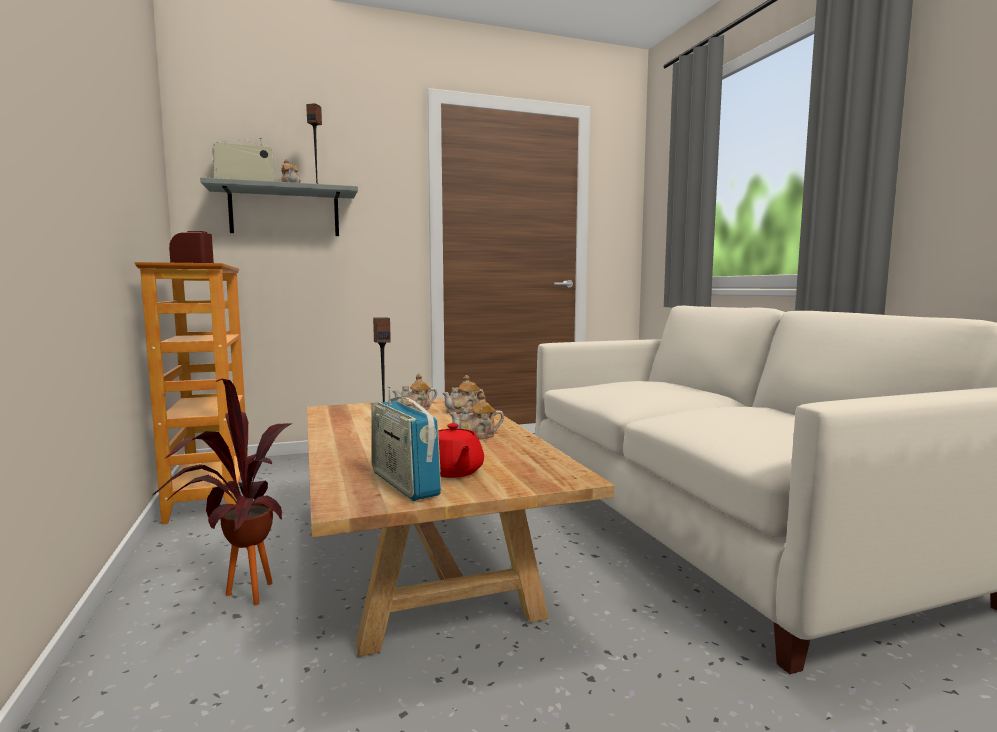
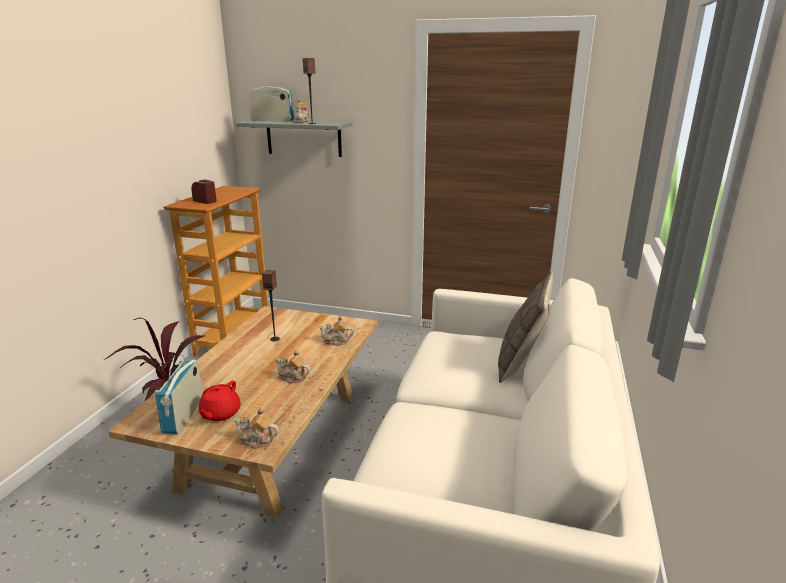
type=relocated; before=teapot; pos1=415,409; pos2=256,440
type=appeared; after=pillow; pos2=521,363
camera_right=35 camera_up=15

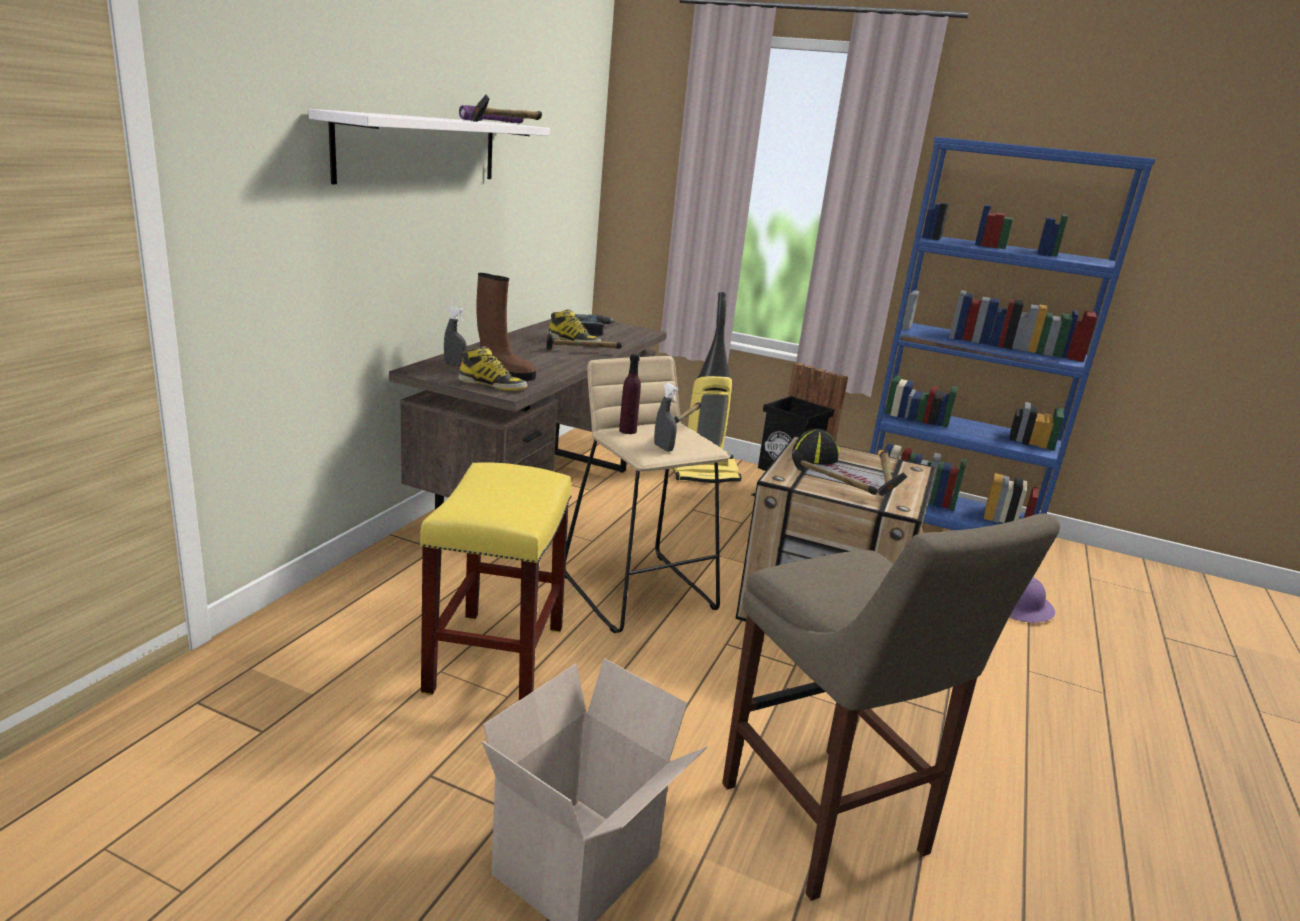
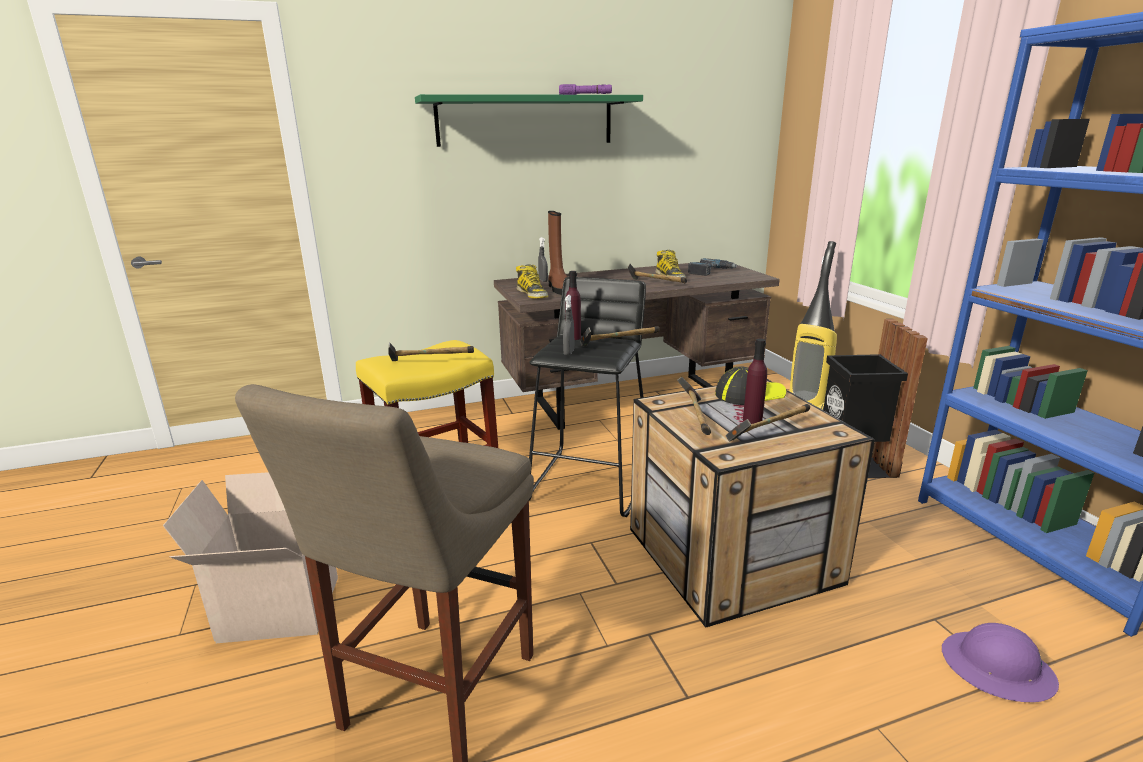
type=relocated; before=hammer; pos1=506,124; pos2=429,361
type=colour; before=white shelf; after=green shelf; pos1=420,149; pos2=526,121
type=colour; before=beige stool; after=black stool; pos1=639,590; pos2=591,482
type=appeared; after=purple bottle; pos2=752,420
camera_right=50 camera_up=0

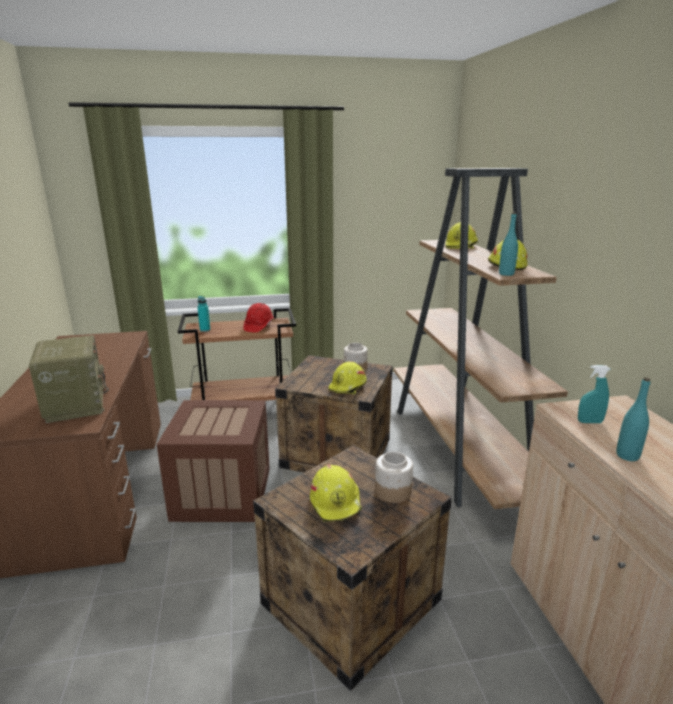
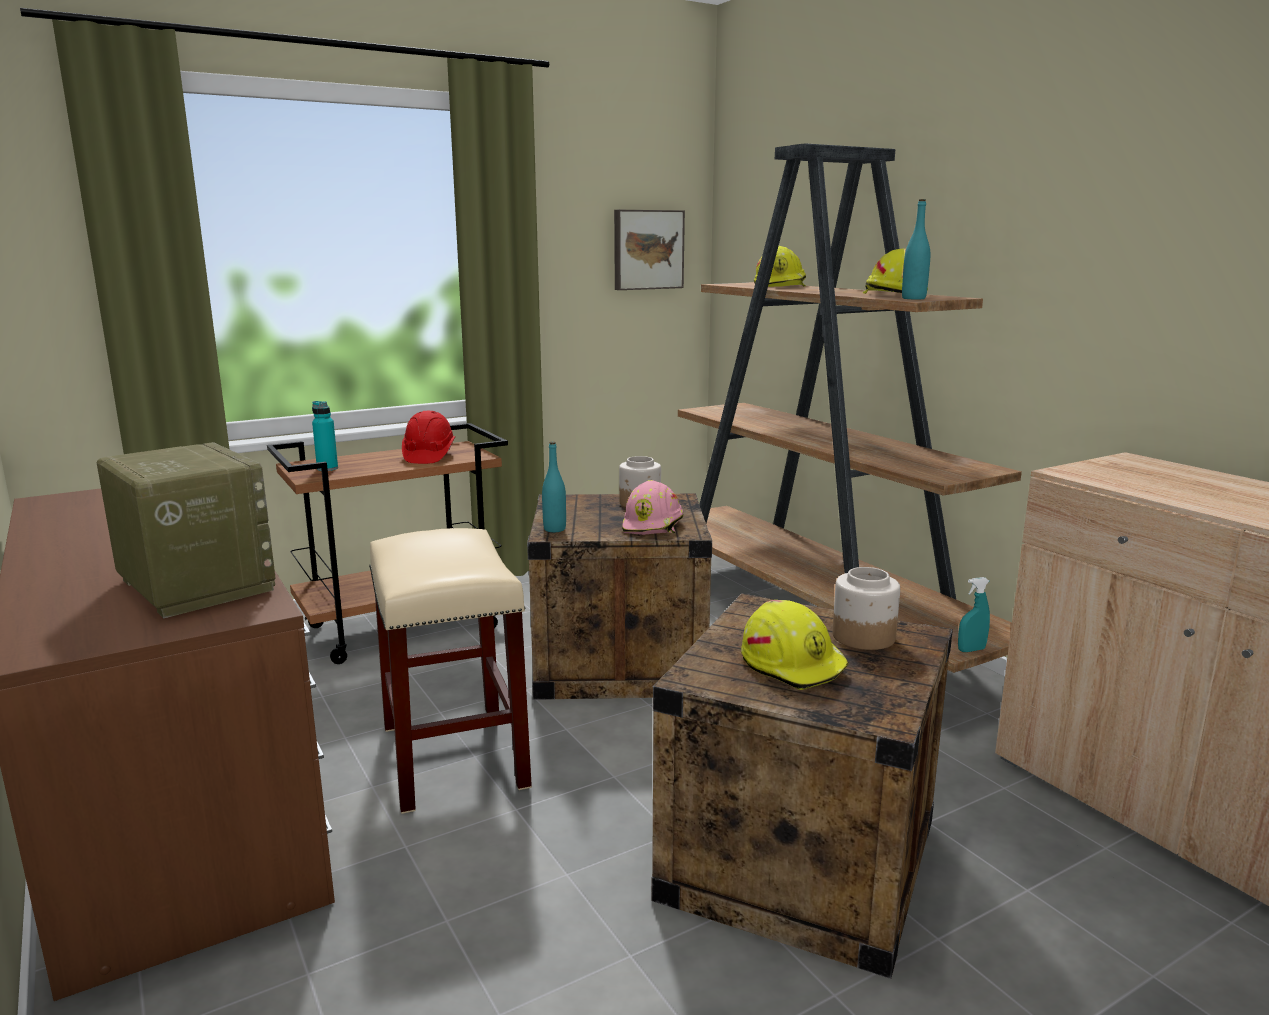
type=exchanged; before=crate; after=beige stool; pos1=222,493; pos2=455,756
type=relocated; before=turquoise bottle; pos1=627,456; pos2=554,529
type=appeared; after=picture; pos2=647,249
type=colour; before=yellow hard hat; after=pink hard hat; pos1=348,387; pos2=653,525
type=relocated; before=turquoise spray bottle; pos1=589,422; pos2=971,650
camera_right=-20 camera_up=-5

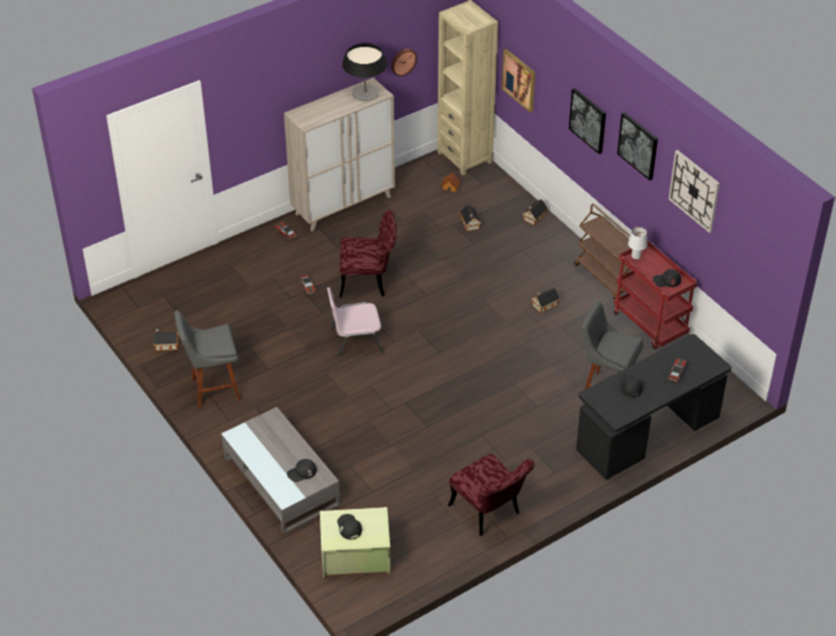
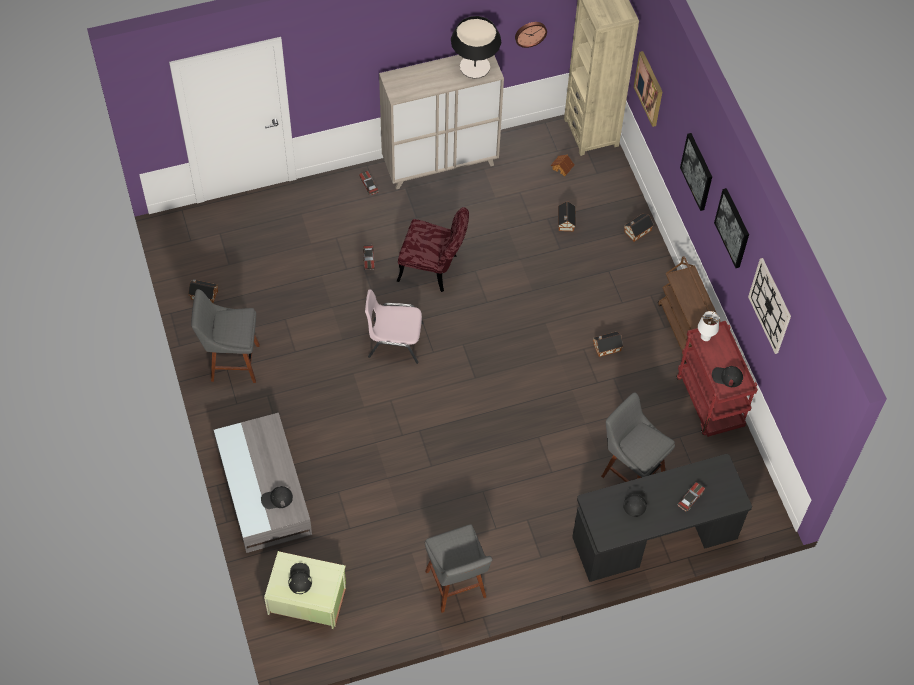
type=exchanged; before=red chair; after=grey stool; pos1=489,513; pos2=456,587
camera_right=15 camera_up=15

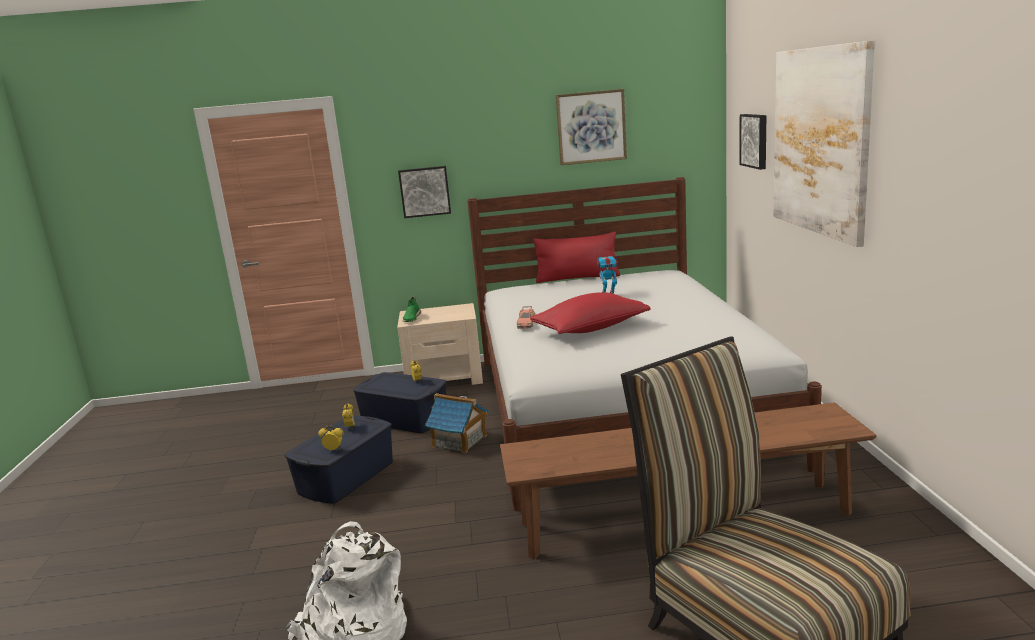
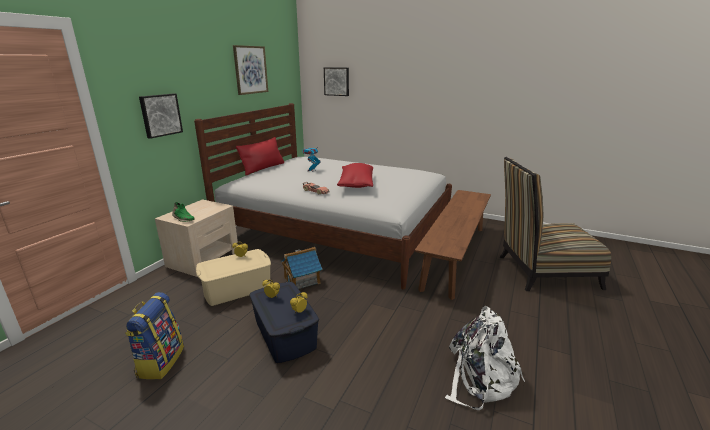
type=appeared; after=backpack; pos2=160,361
type=colour; before=blue storage box; after=beige storage box; pos1=404,419; pos2=237,288
type=missing; before=picture; pos1=820,141
camera_right=-60 camera_up=5

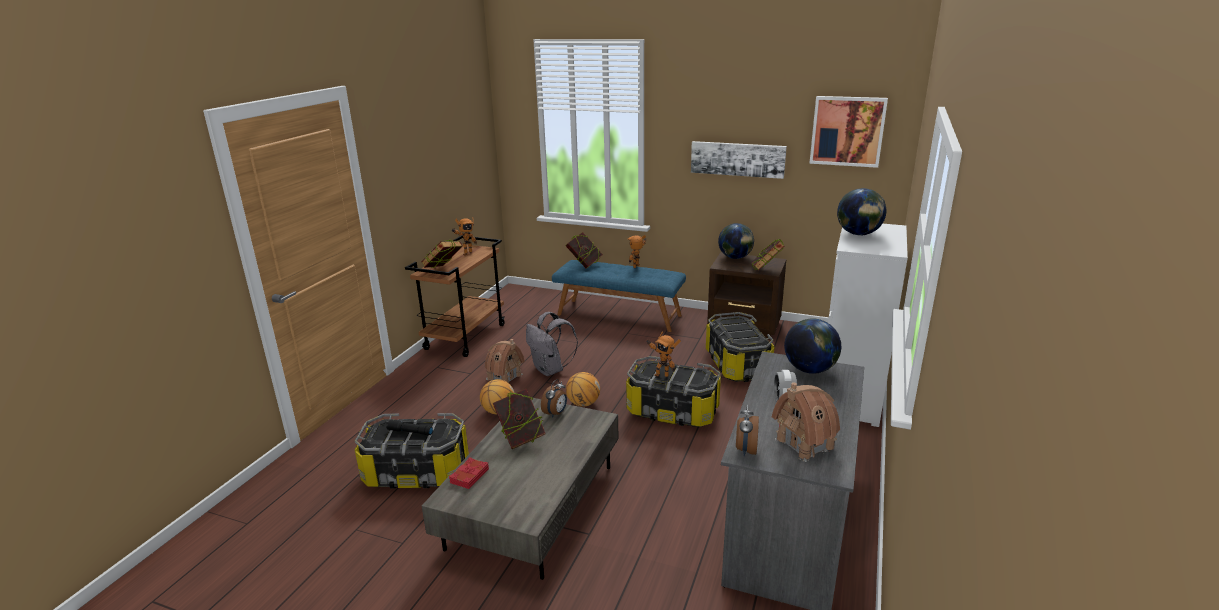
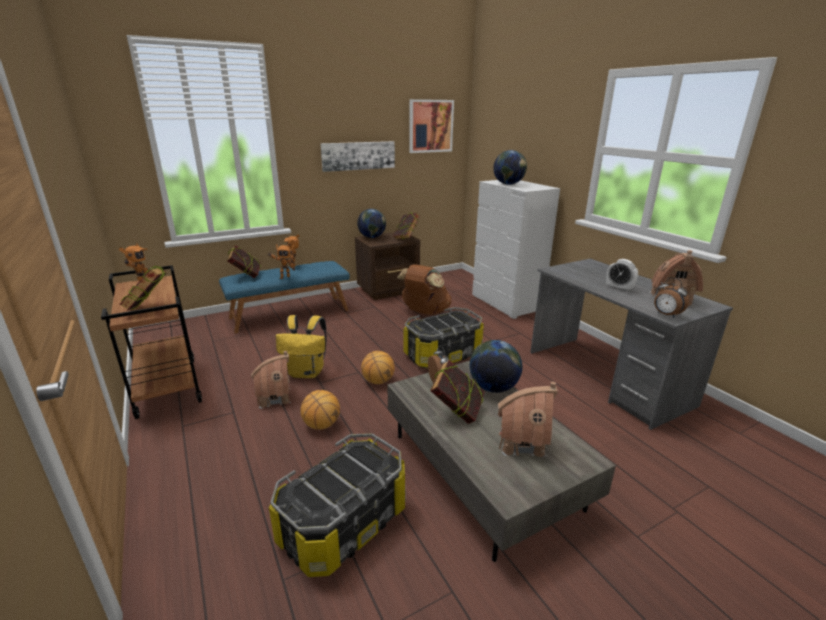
type=relocated; before=toy robot; pos1=661,375; pos2=284,277
type=colour; before=grey backpack; after=yellow backpack; pos1=550,370; pos2=307,372
type=exchanged; before=storage box; after=brown backpack; pos1=736,365; pos2=424,312
type=relocated; before=globe; pos1=809,370; pos2=493,388
type=appeared; after=toy house; pos2=521,442
type=missing; before=black flashlight; pos1=410,432
type=missing; before=red book; pos1=469,476
camera_right=-50 camera_up=0

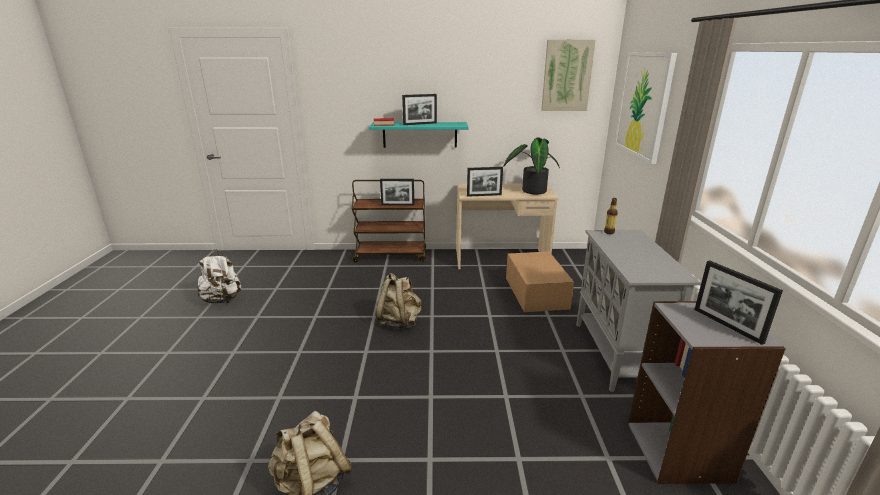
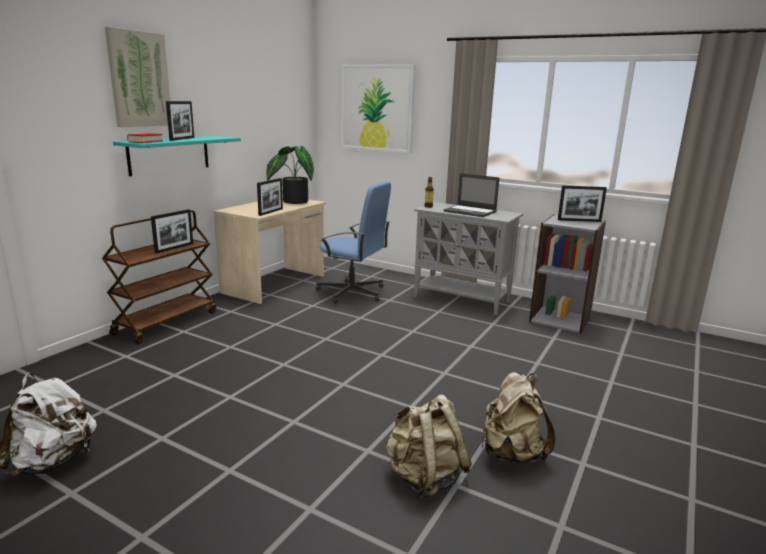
type=relocated; before=picture; pos1=566,76; pos2=139,79
type=exchanged; before=cardboard box; after=blue office chair; pos1=536,293; pos2=352,292
type=relocated; before=beige backpack; pos1=399,322; pos2=424,478
type=appeared; after=laptop; pos2=470,211
camera_right=-60 camera_up=-5

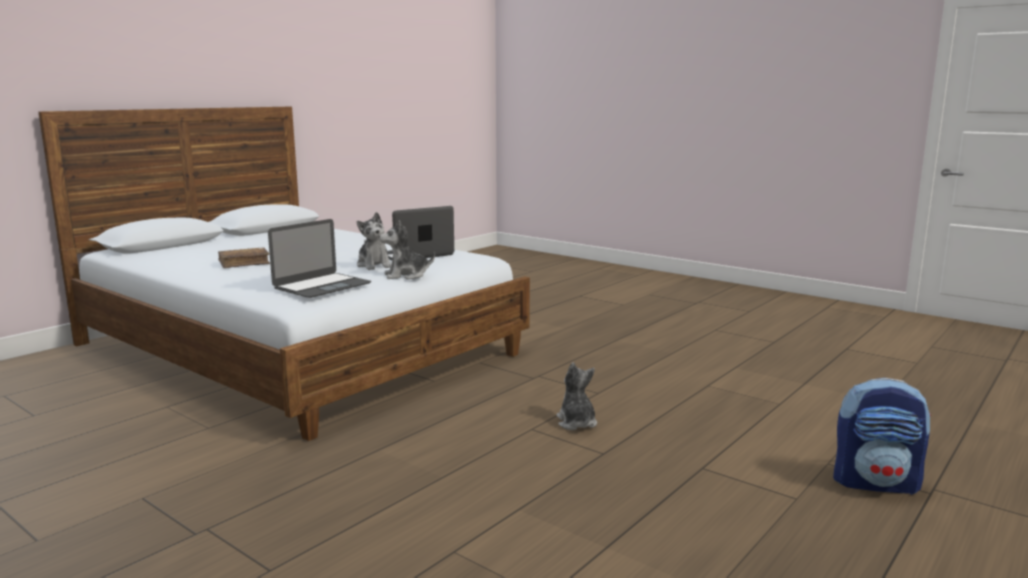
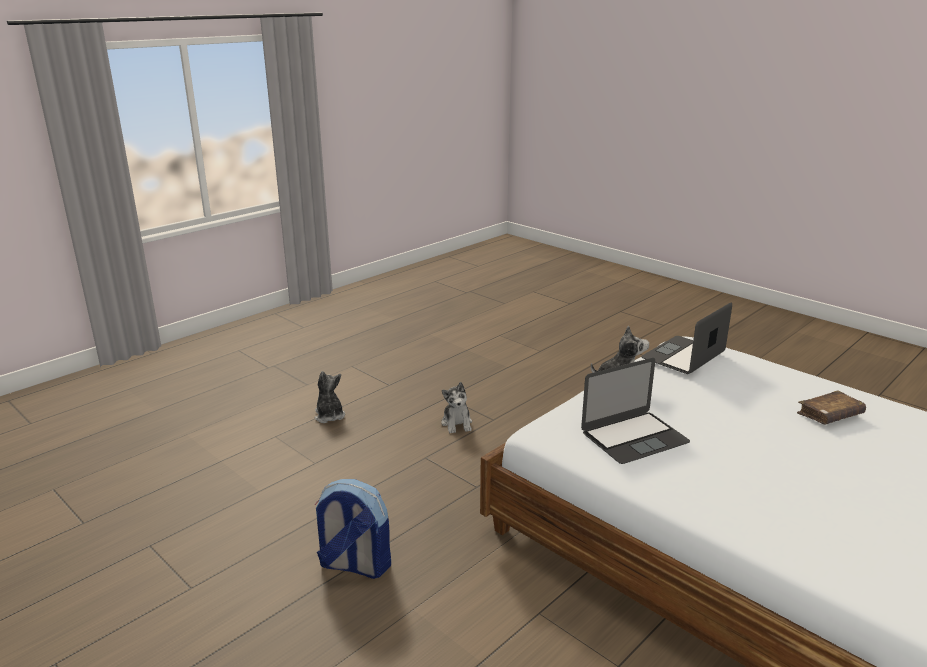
type=relocated; before=plush toy; pos1=374,265; pos2=329,416
type=relocated; before=backpack; pos1=876,483; pos2=354,565
camera_right=-175 camera_up=10

